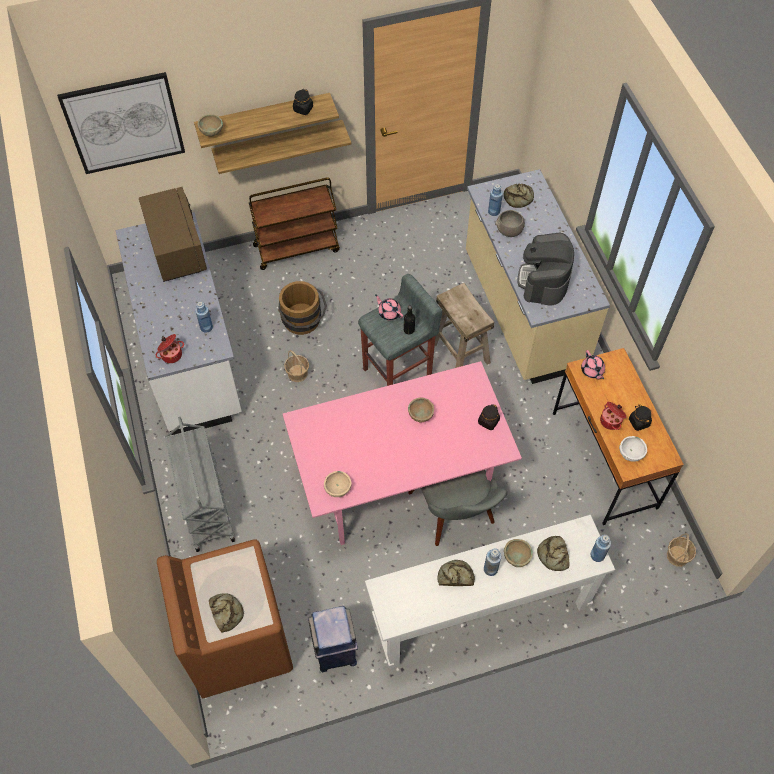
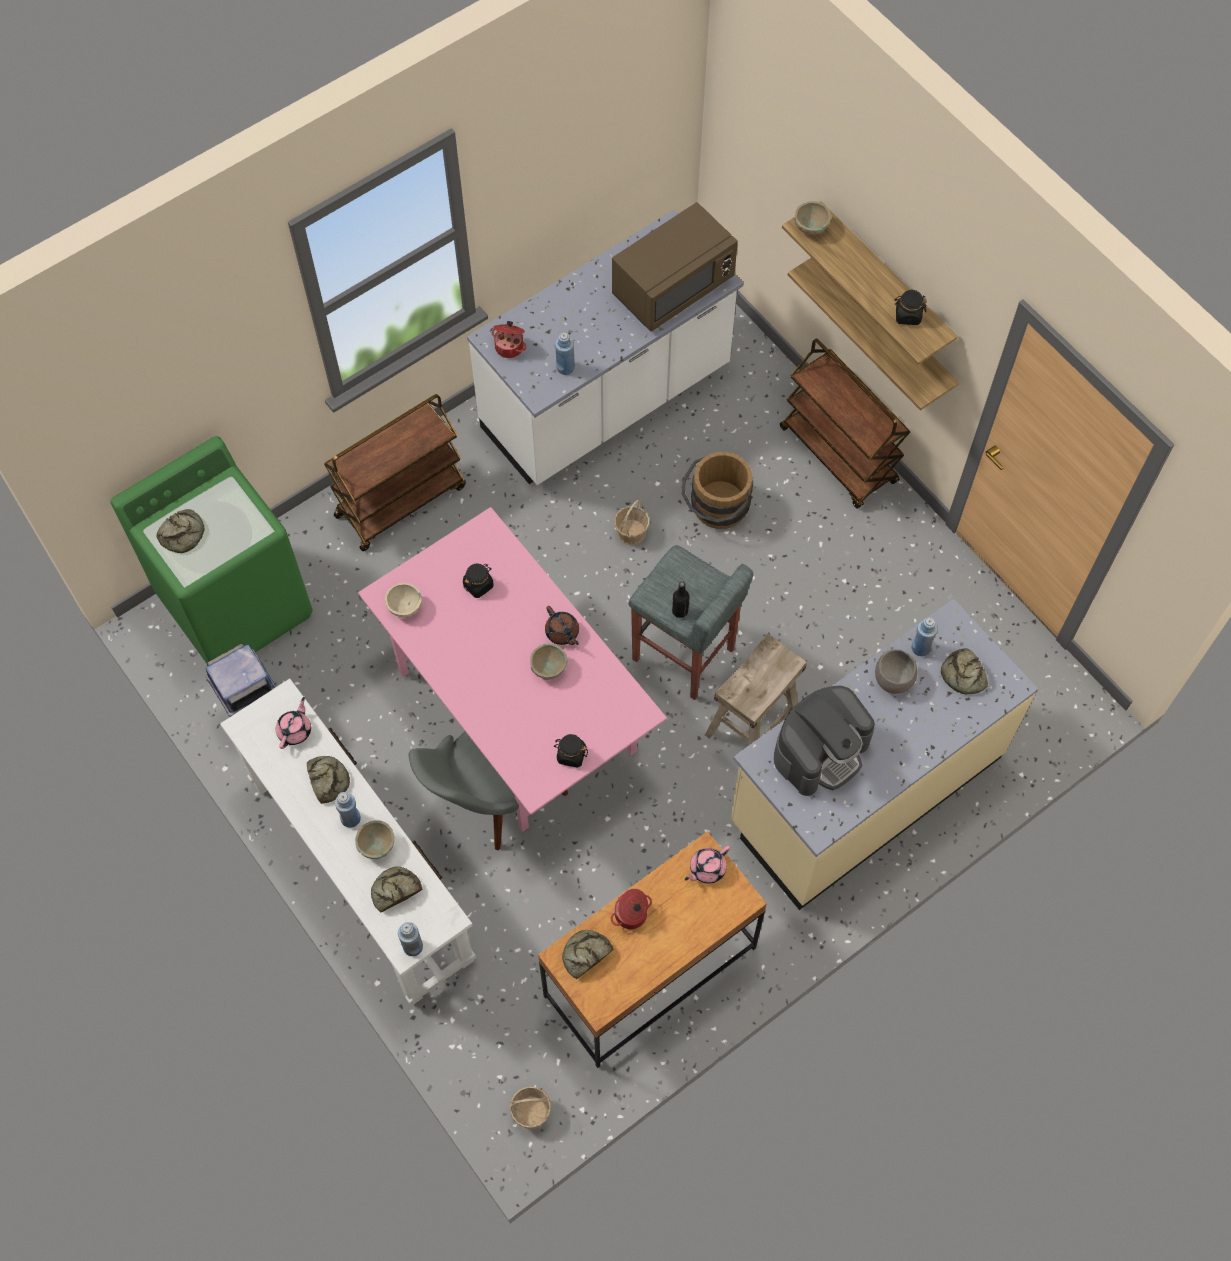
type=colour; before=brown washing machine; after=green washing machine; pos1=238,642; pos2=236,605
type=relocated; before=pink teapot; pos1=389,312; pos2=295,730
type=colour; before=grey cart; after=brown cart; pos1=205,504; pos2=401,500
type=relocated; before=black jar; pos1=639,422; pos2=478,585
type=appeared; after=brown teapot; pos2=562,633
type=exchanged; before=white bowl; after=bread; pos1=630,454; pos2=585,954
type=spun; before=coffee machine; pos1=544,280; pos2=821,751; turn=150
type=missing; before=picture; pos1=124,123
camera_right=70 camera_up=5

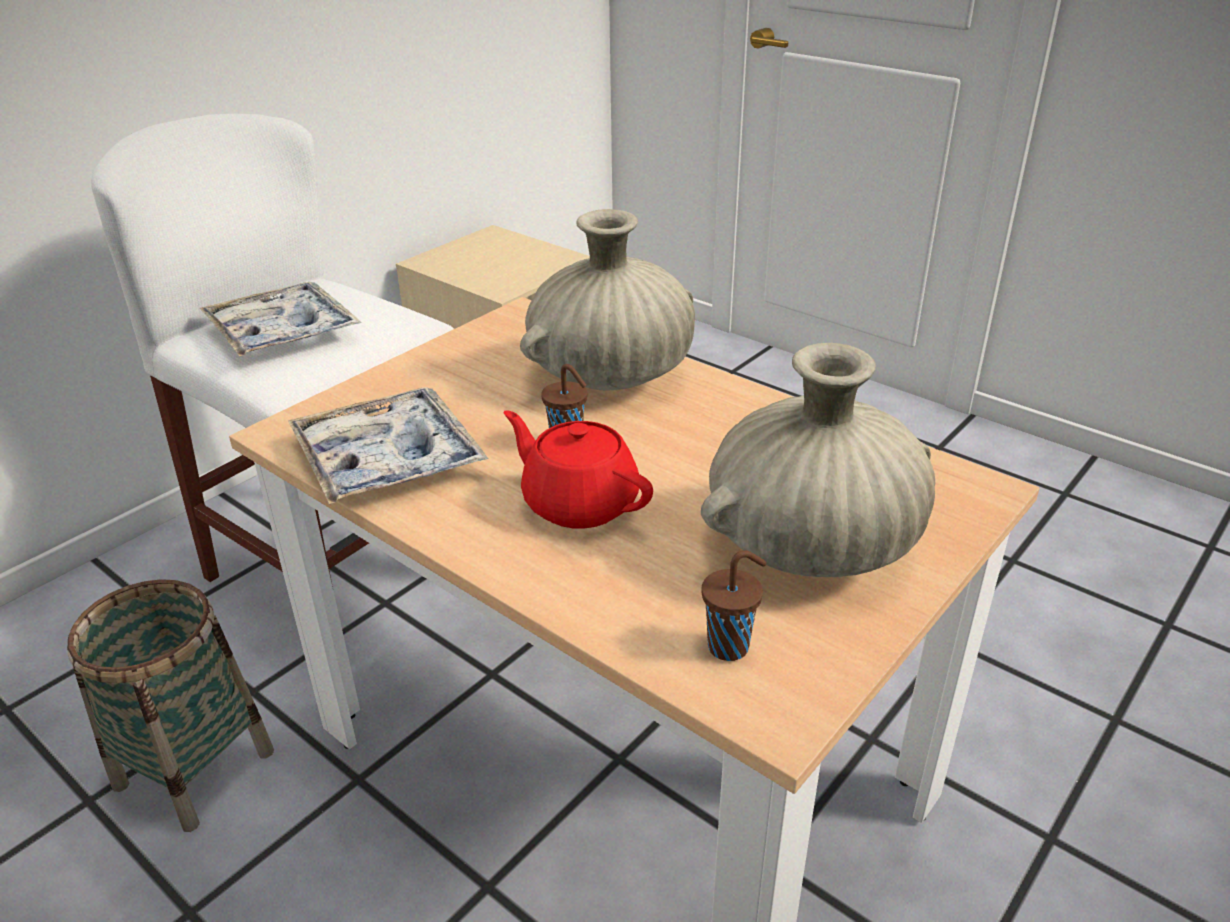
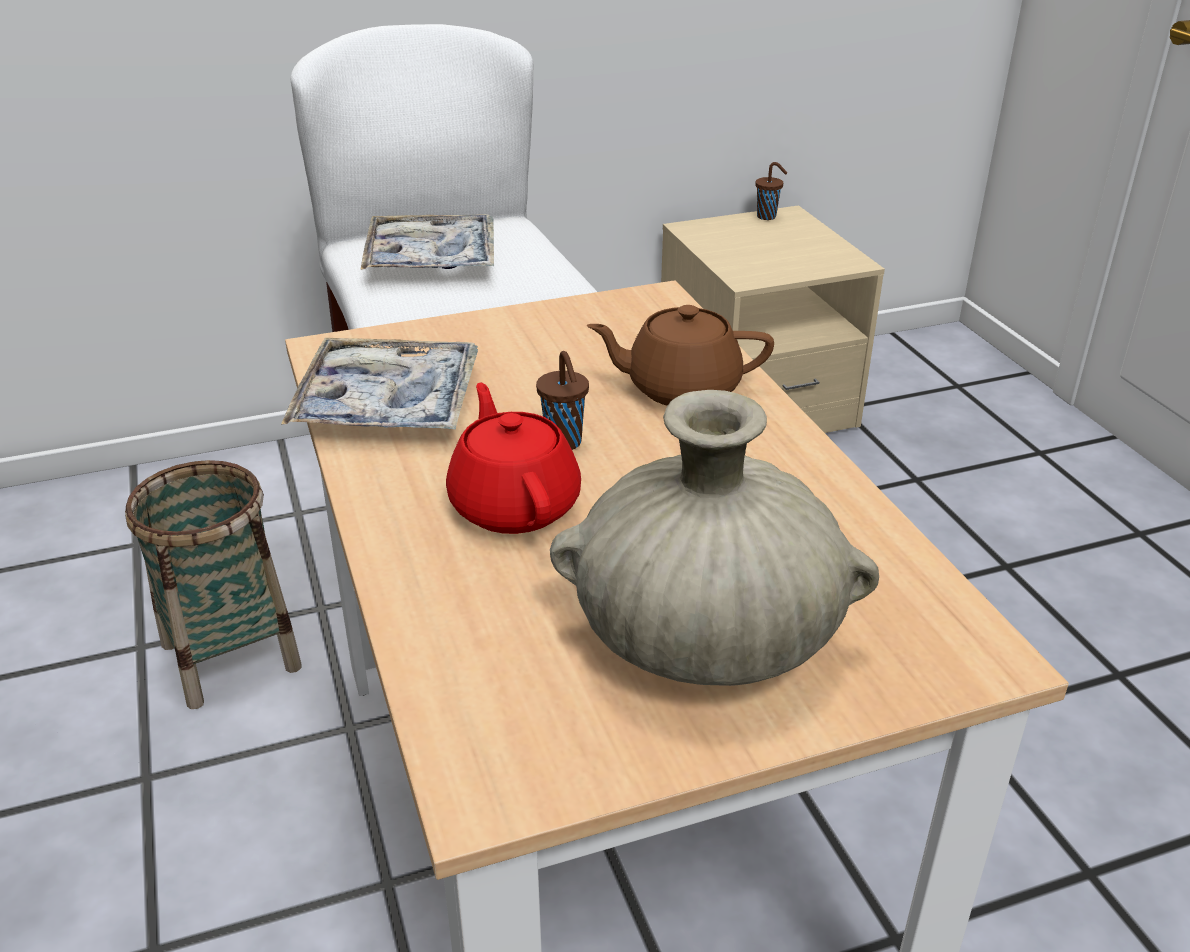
type=exchanged; before=beige vase; after=brown teapot; pos1=612,376; pos2=680,388
type=relocated; before=brown cup; pos1=730,646; pos2=767,217
camera_right=30 camera_up=0

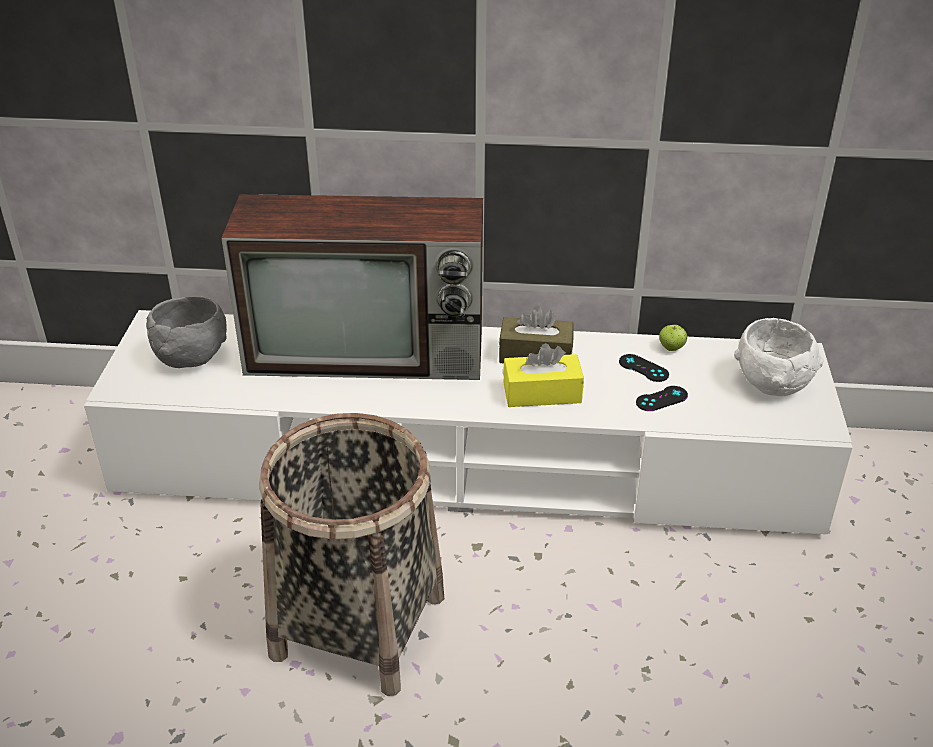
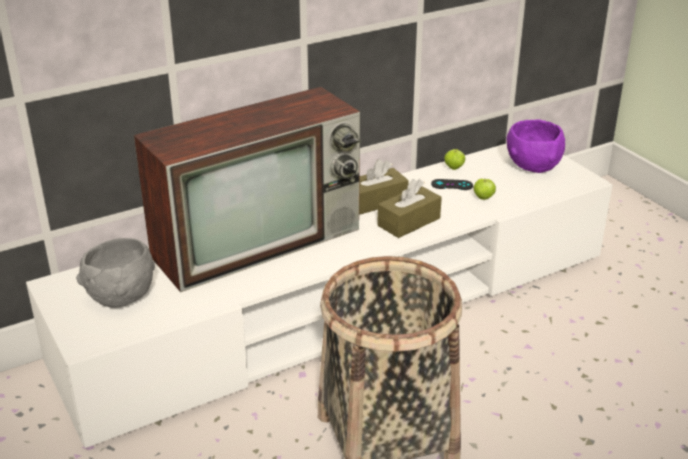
type=colour; before=yellow tissue box; after=brown tissue box; pos1=542,393; pos2=409,222
type=exchanged; before=black game controller; after=apple; pos1=661,399; pos2=483,198
type=colour; before=white bowl; after=purple bowl; pos1=771,384; pos2=532,167
camera_right=-35 camera_up=-5

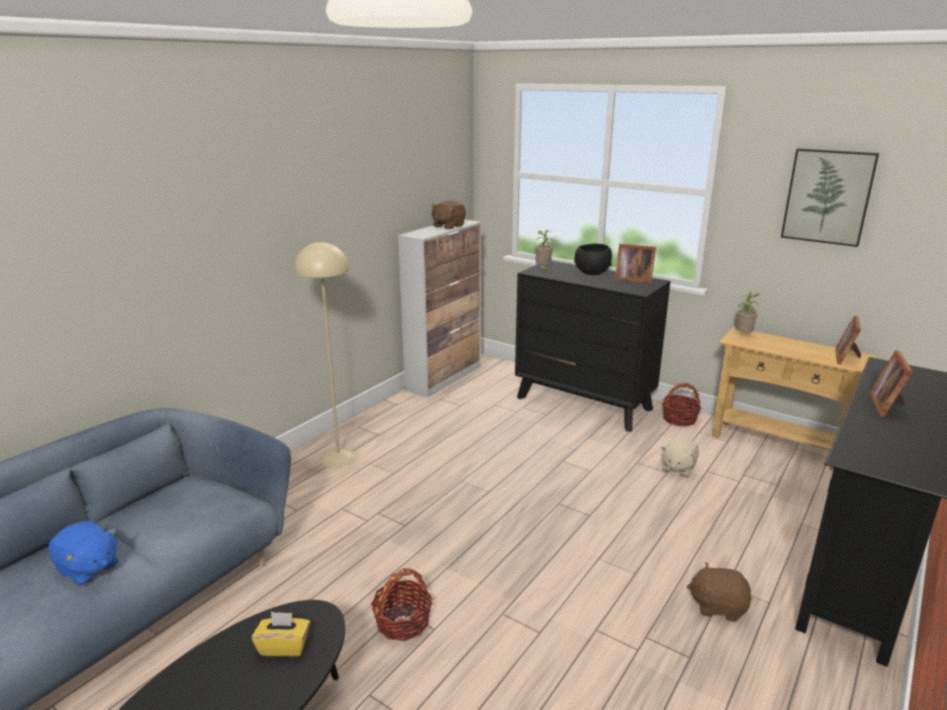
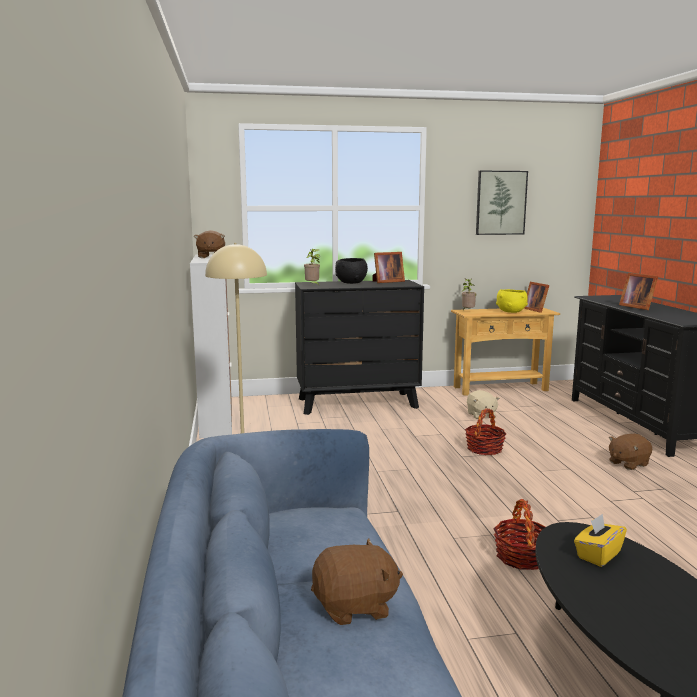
type=colour; before=blue plush toy; after=brown plush toy; pos1=88,569; pos2=355,607
type=relocated; before=basket; pos1=679,419; pos2=484,449
type=appeared; after=yellow bowl; pos2=511,312
camera_right=-45 camera_up=-10

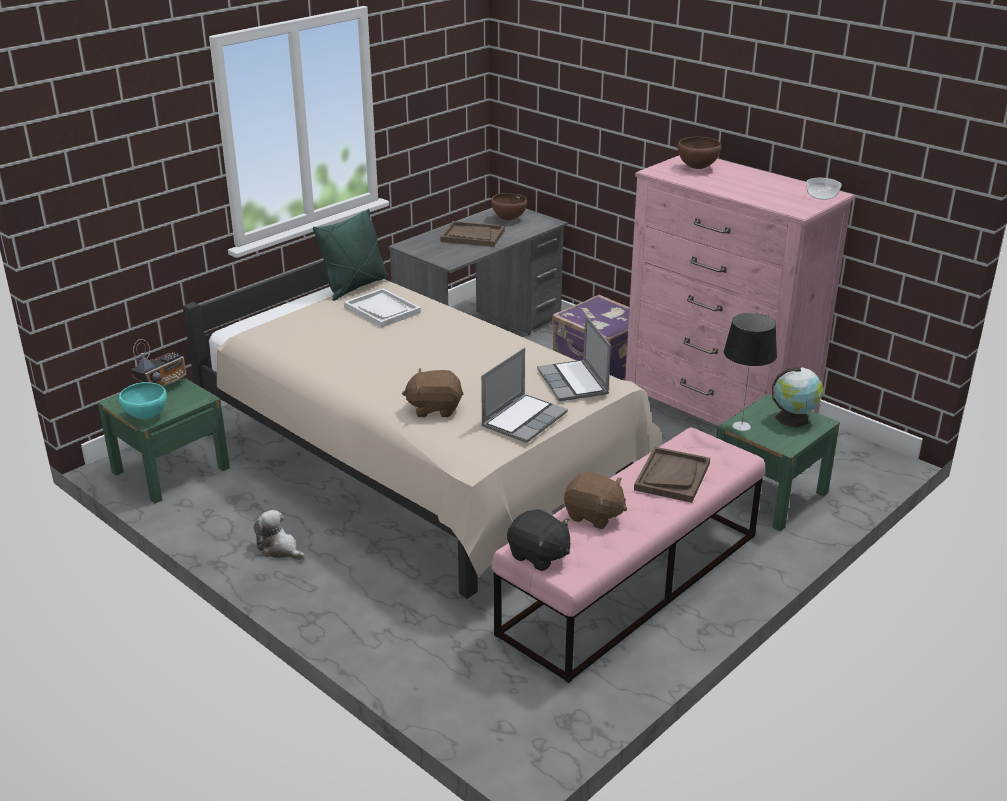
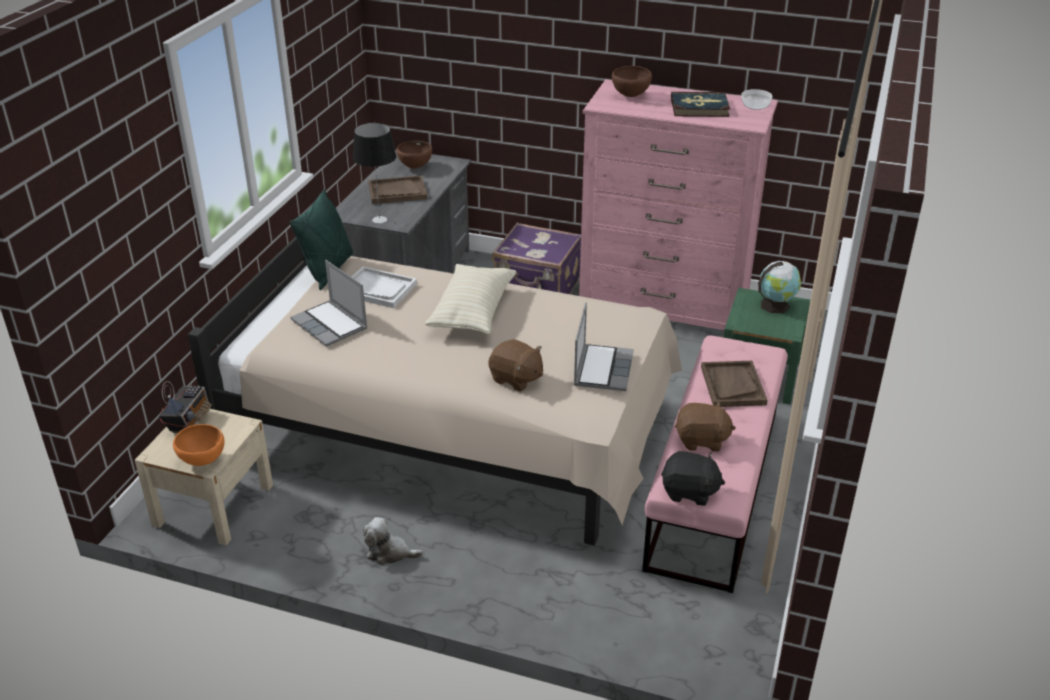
type=colour; before=green nightstand; after=beige nightstand; pos1=171,470; pos2=214,505
type=colour; before=turquoise bowl; after=orange bowl; pos1=146,417; pos2=202,461
type=relocated; before=laptop; pos1=574,383; pos2=331,325
type=relocated; before=table lamp; pos1=741,426; pos2=379,219
type=appeared; after=beige pillow; pos2=472,311
type=spun; before=brown plush toy; pos1=434,408; pos2=516,379; turn=-120
type=appeared; after=book; pos2=699,107
camera_right=-25 camera_up=5

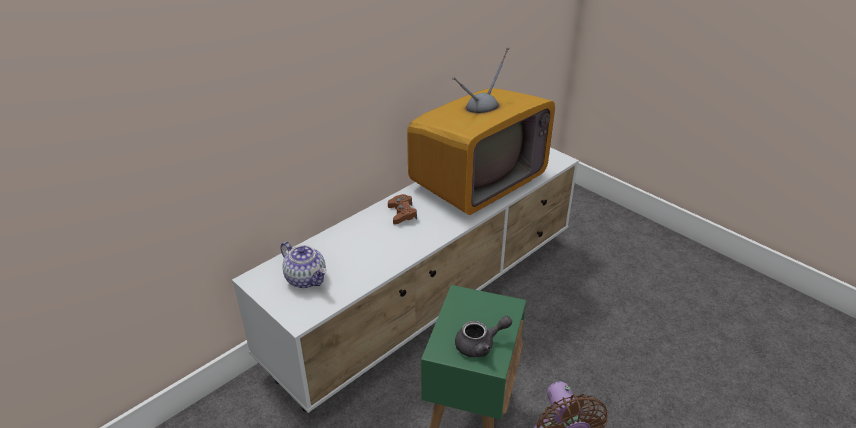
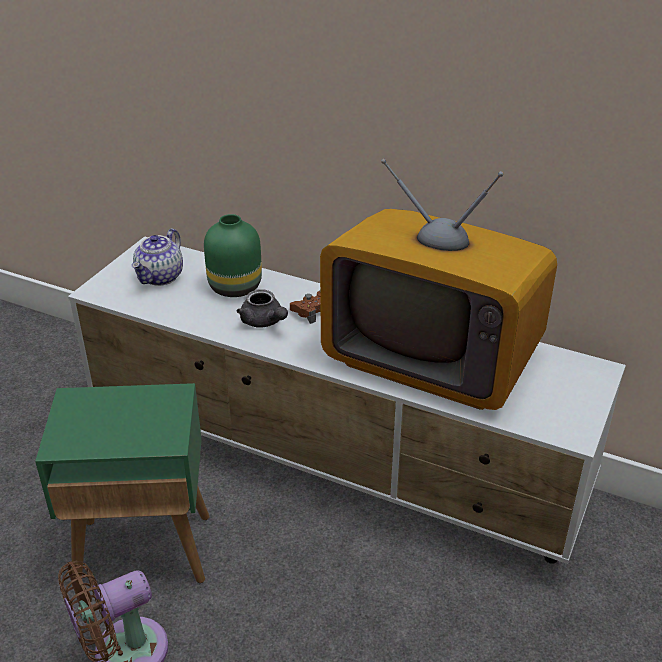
type=appeared; after=green vase; pos2=234,288
type=relocated; before=grey teapot; pos1=480,345; pos2=264,322
camera_right=70 camera_up=0

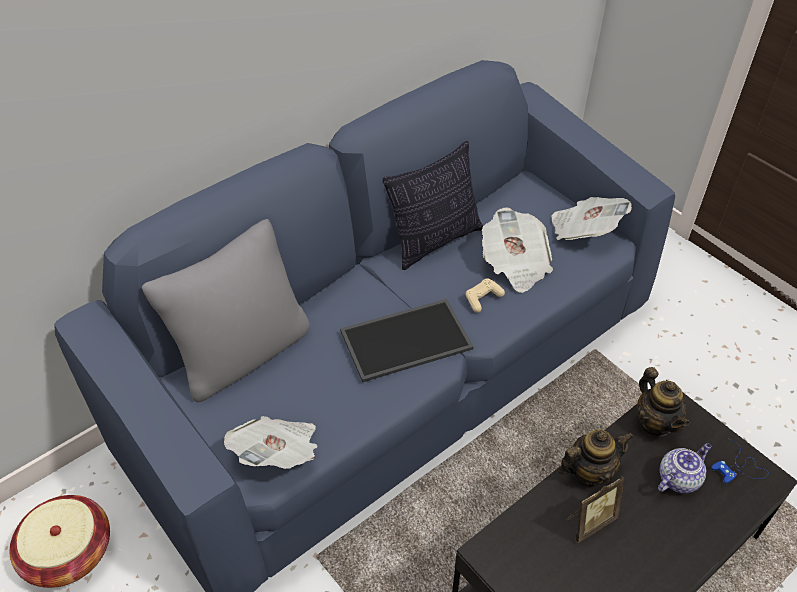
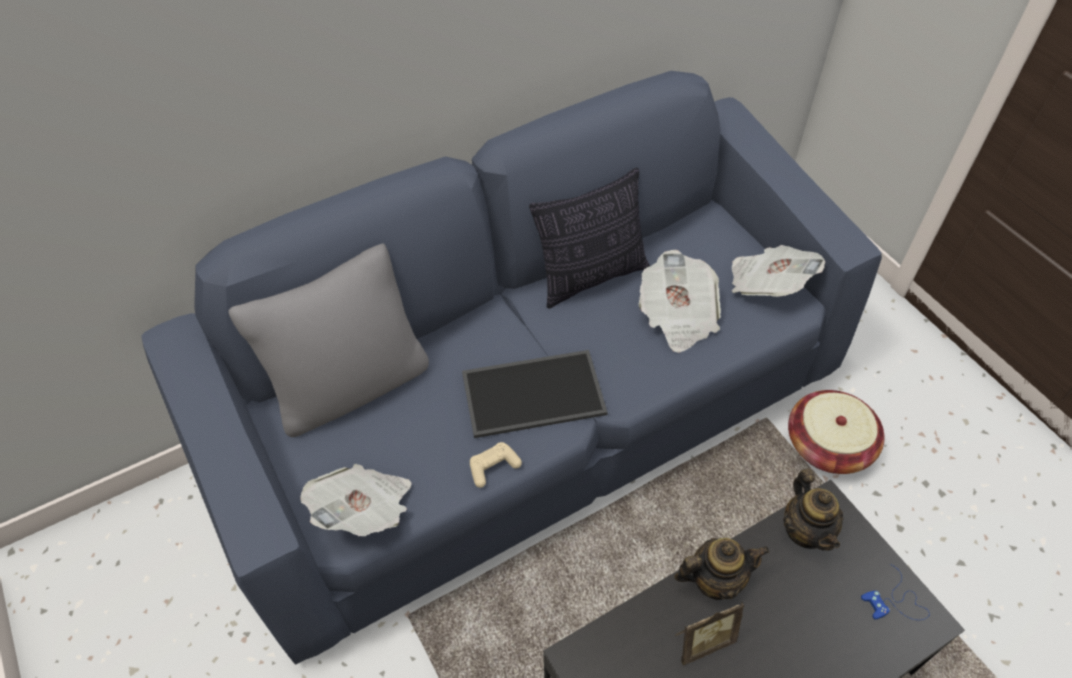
type=relocated; before=beige game controller; pos1=483,298; pos2=493,467
type=relocated; before=basket; pos1=69,552; pos2=828,445
type=missing; before=teapot; pos1=678,478
camera_right=10 camera_up=5

